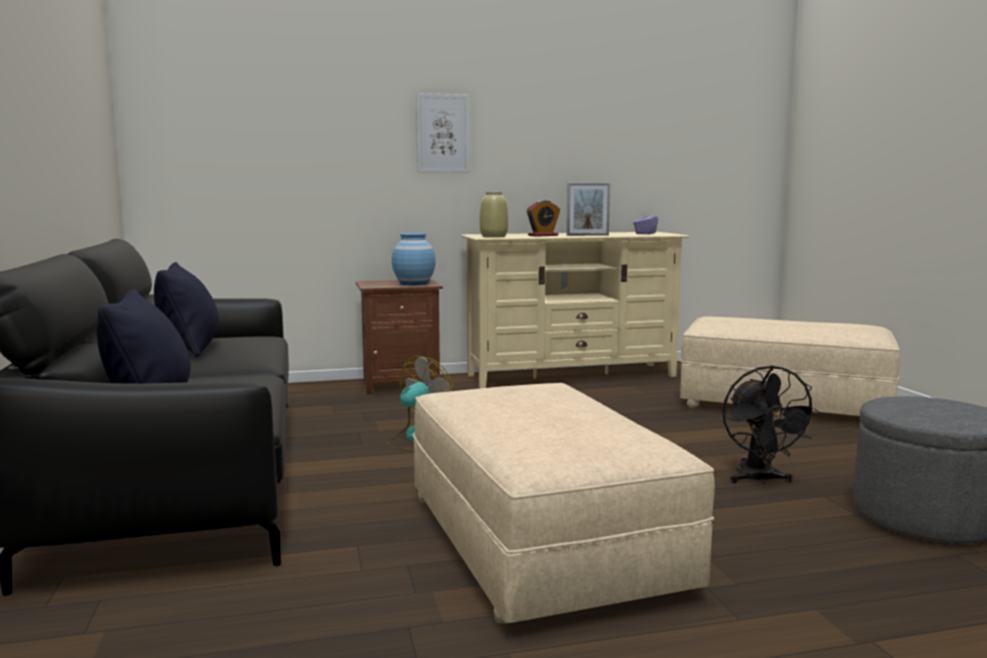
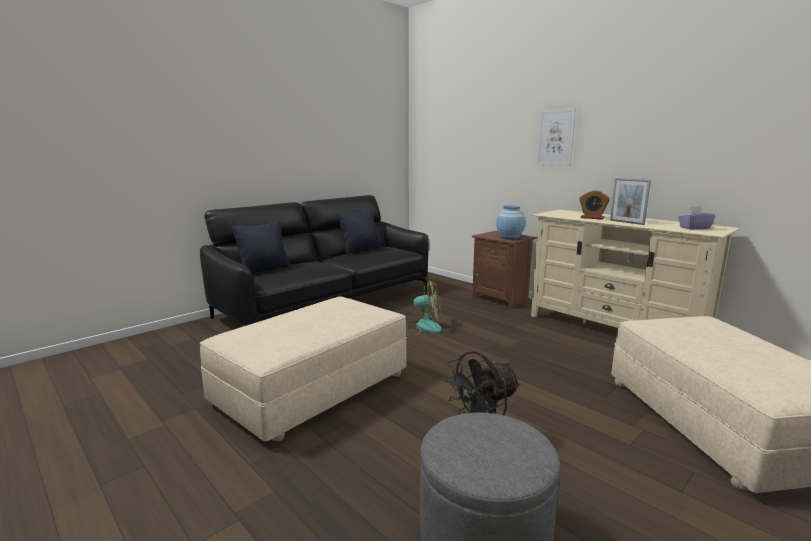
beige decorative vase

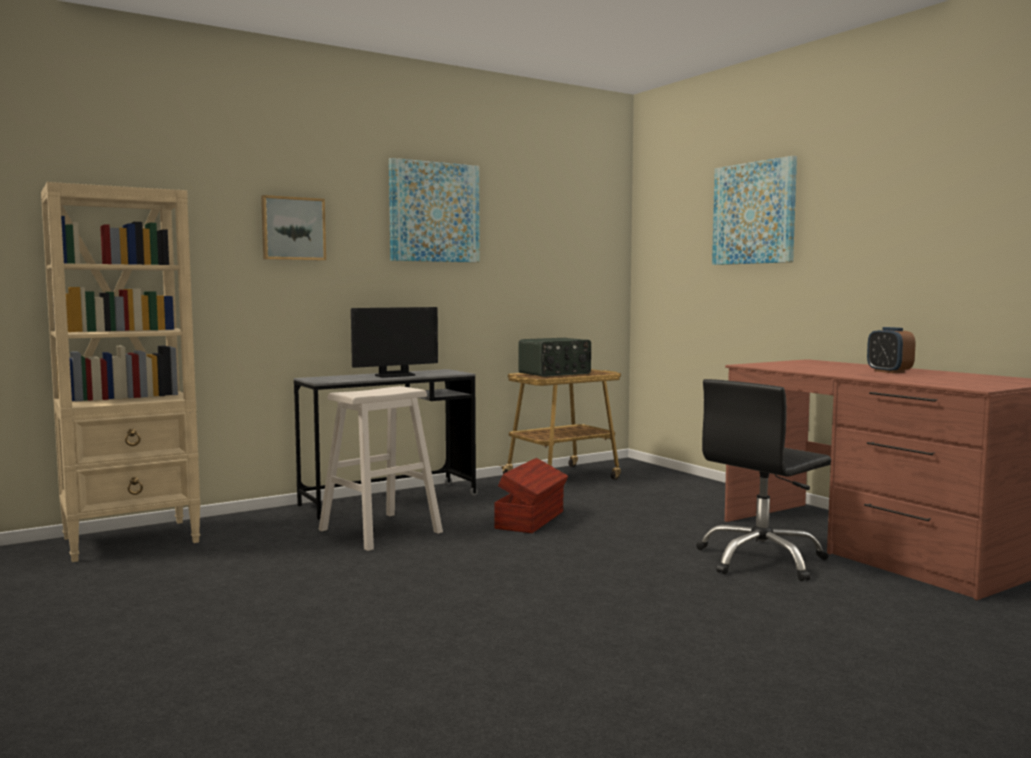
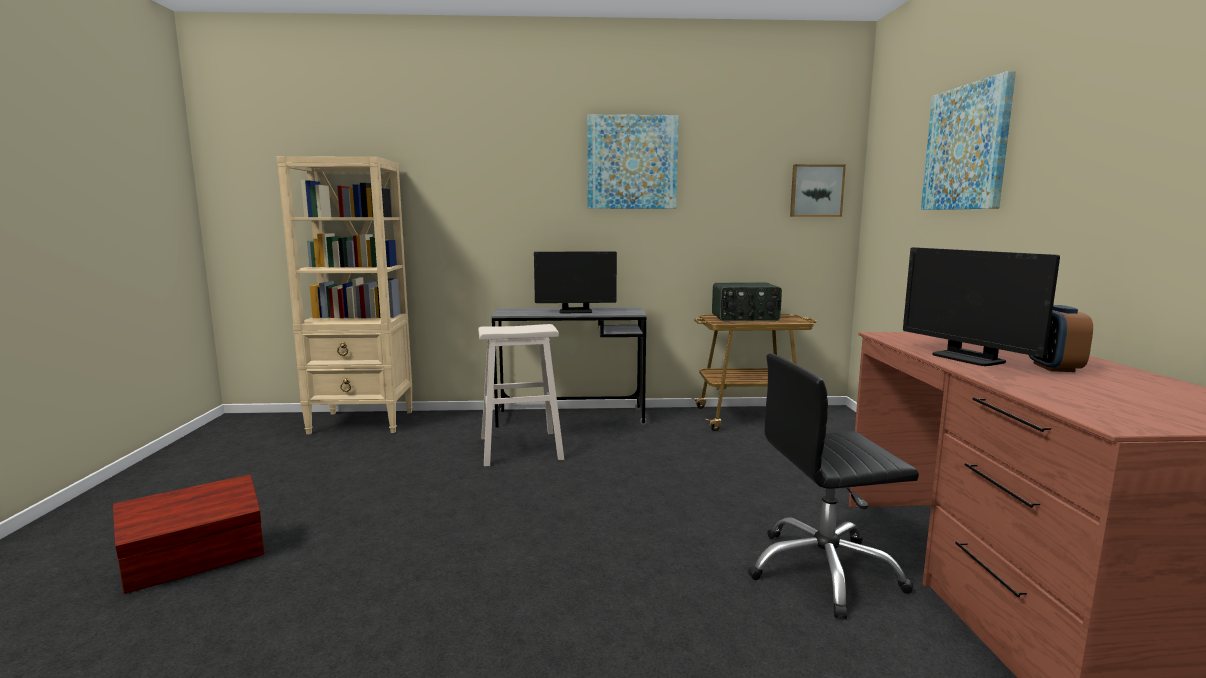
brown storage bin
wall picture (no. 2 from left)
monitor (no. 2 from left)

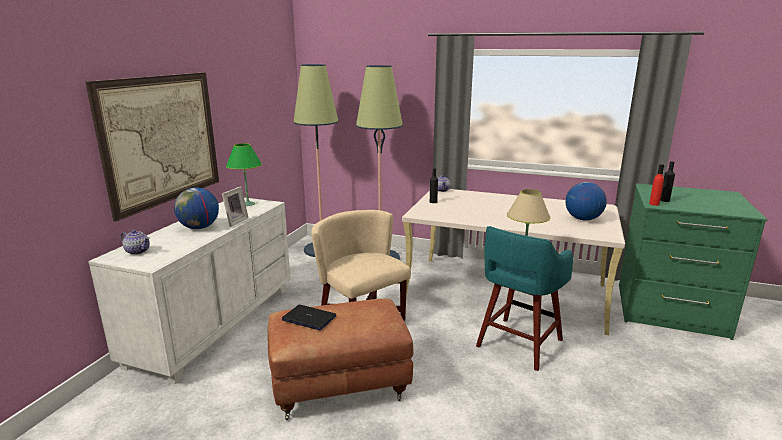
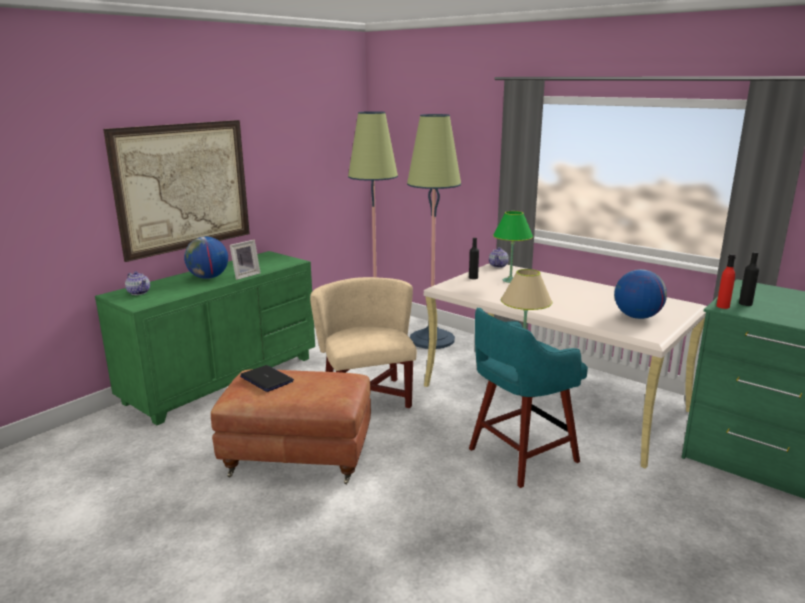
green drawer chest (no. 1 from left)
green tabletop lamp

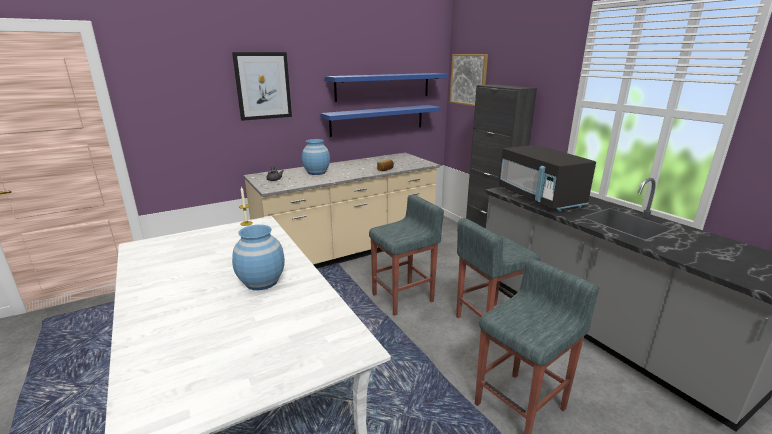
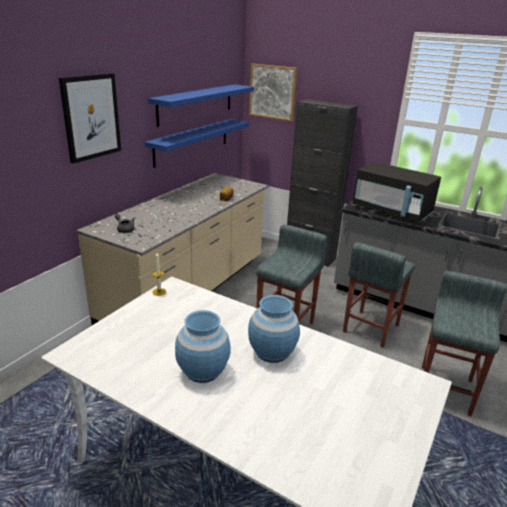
bluish decorative vase (no. 1 from left)

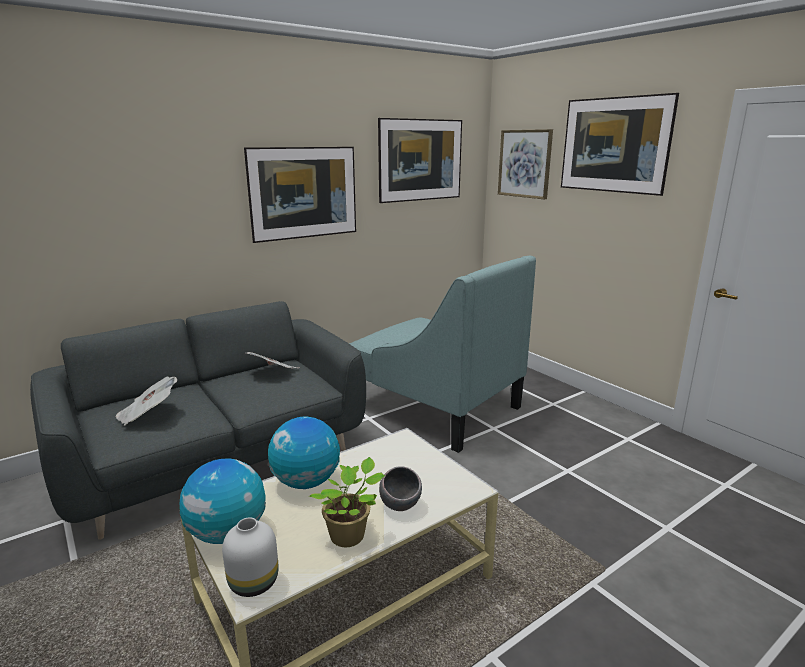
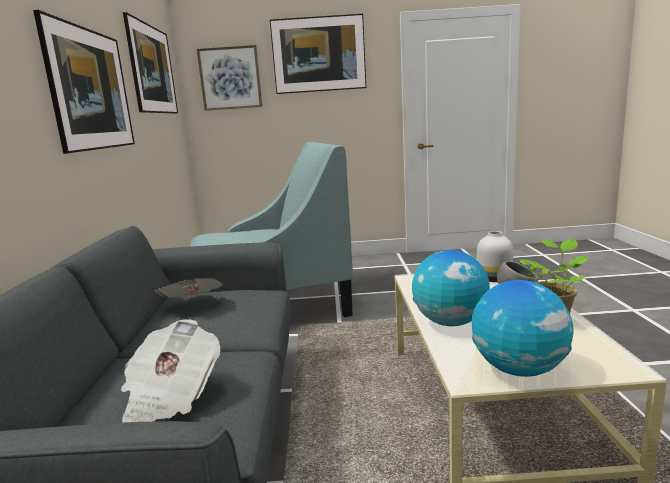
white-coloured decorative vase

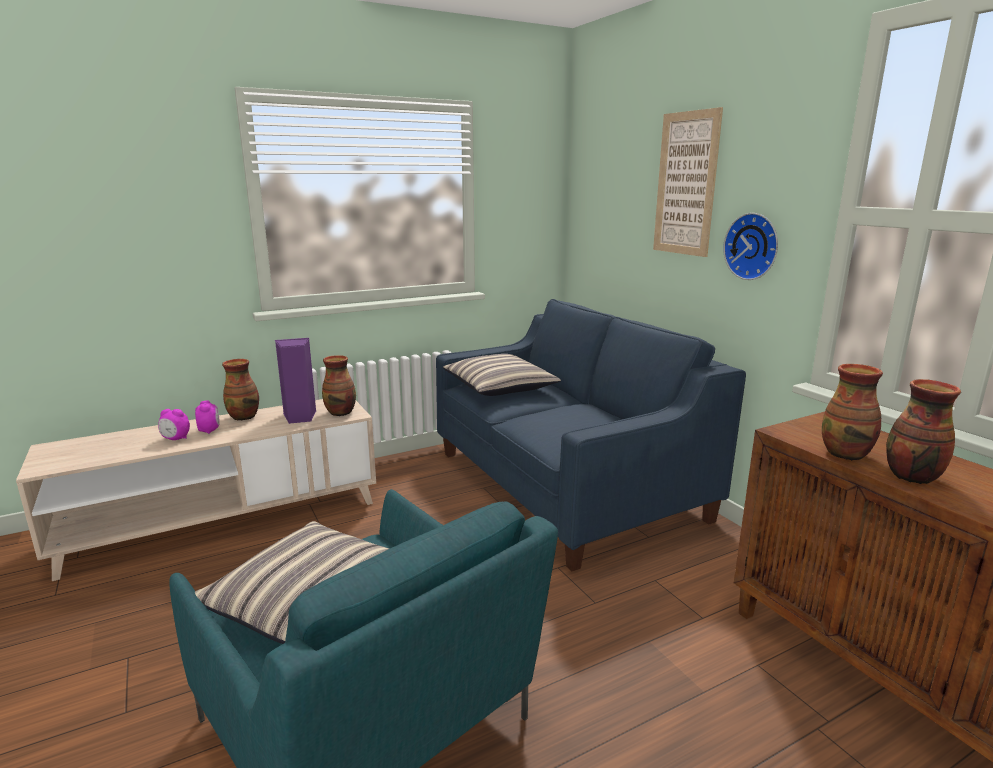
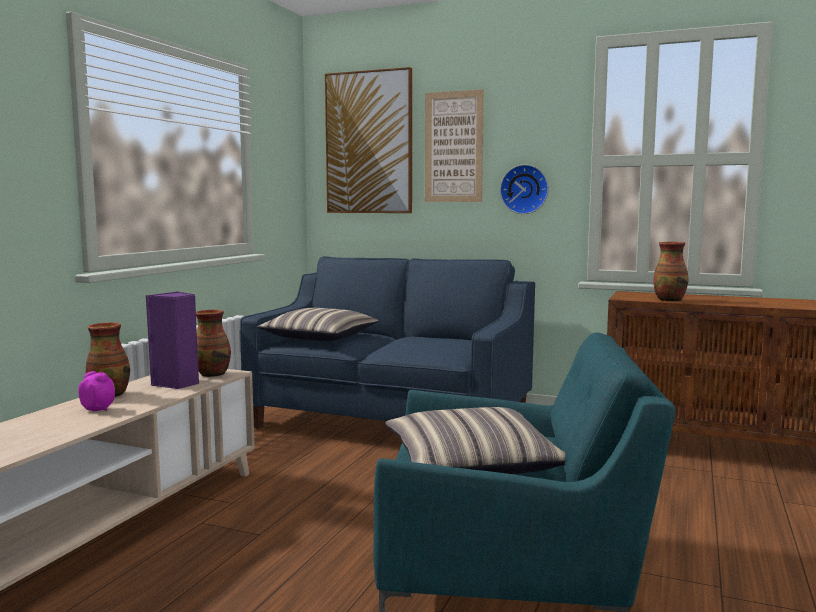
wall picture (no. 1 from left)
alarm clock (no. 1 from left in the first image)
decorative vase (no. 4 from left in the first image)

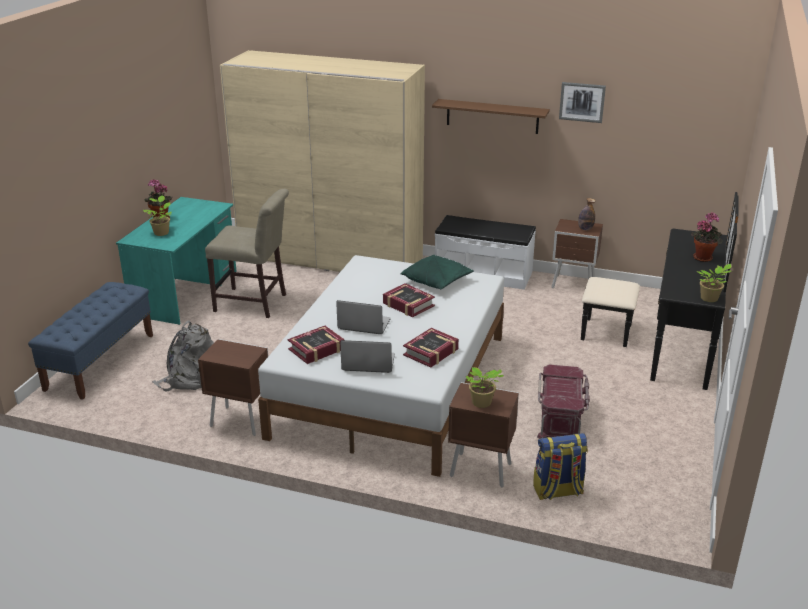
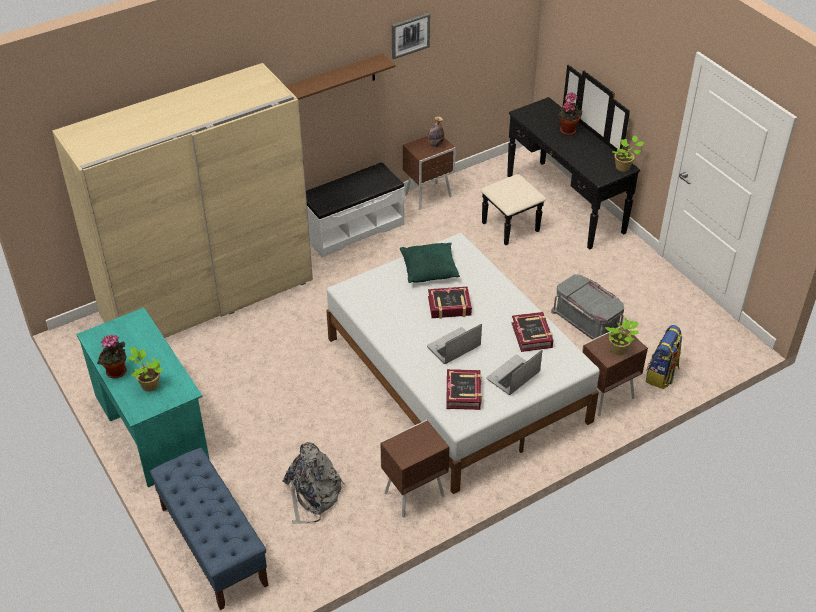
greyish storage bin
beige chair

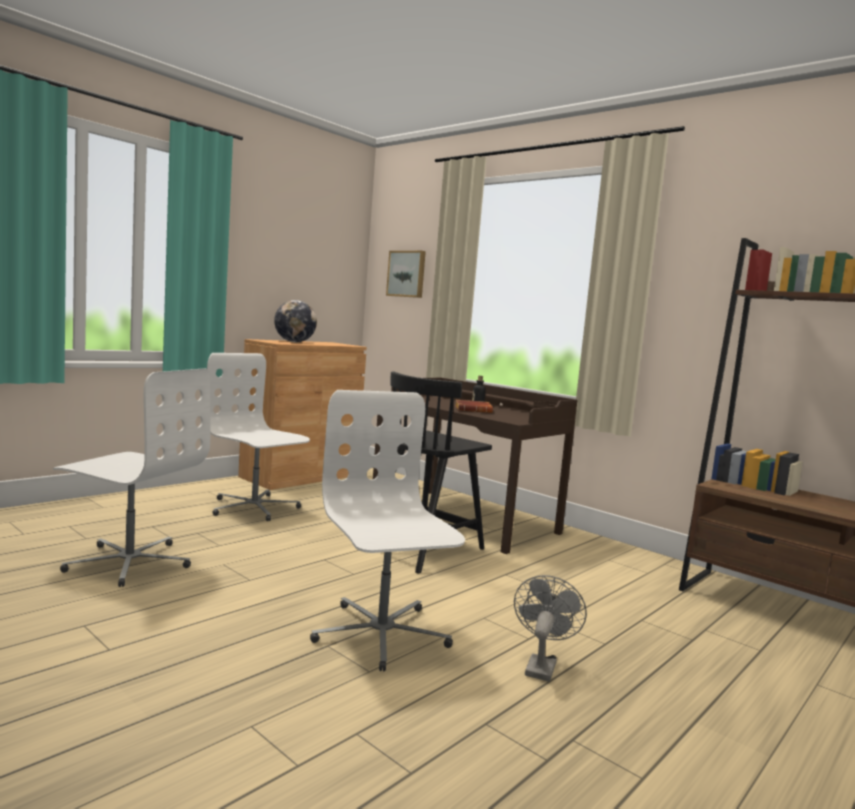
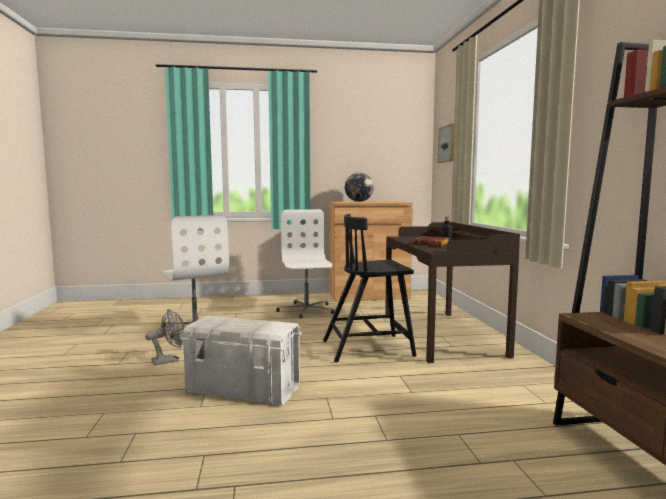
greyish fan
white-coloured storage bin

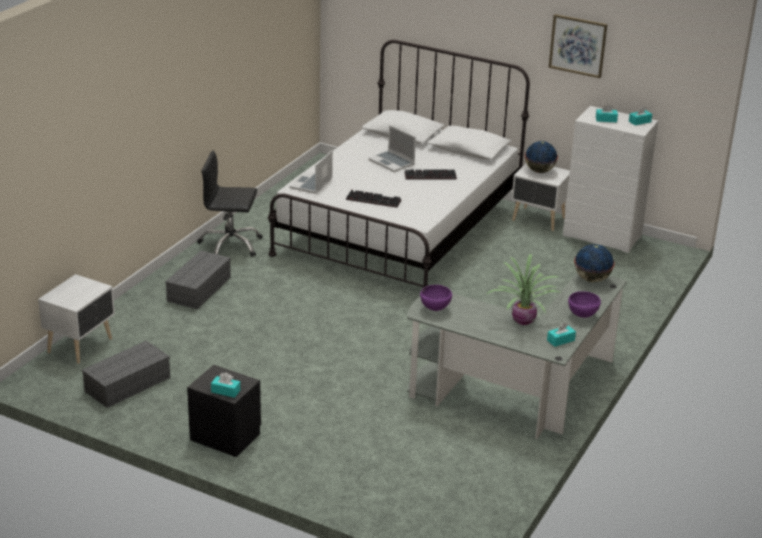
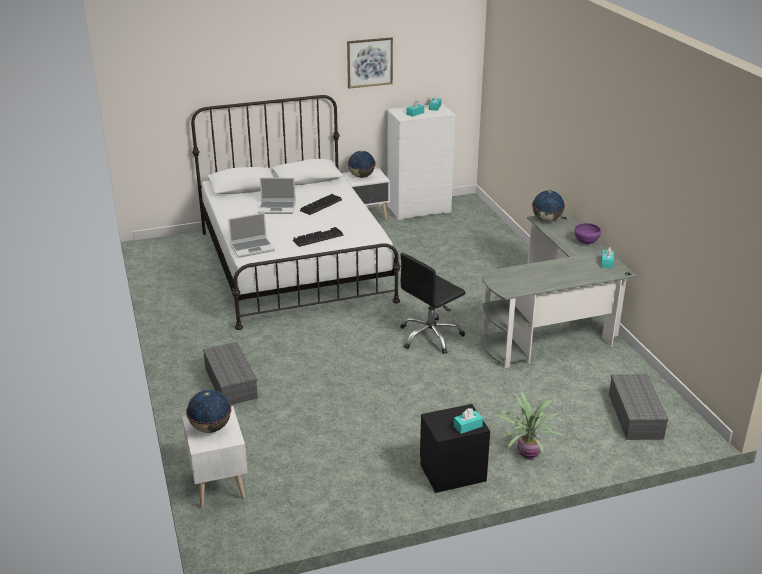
globe (no. 1 from left)
portable computer (no. 1 from left)
blackish desk chair
houseplant
greyish storage bin (no. 2 from left)
purple bowl (no. 1 from left in the first image)

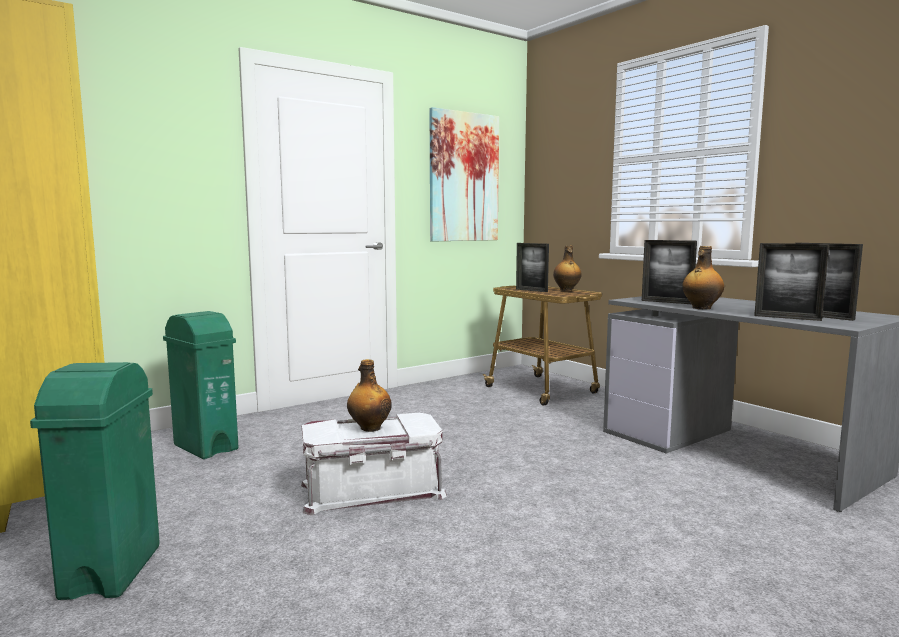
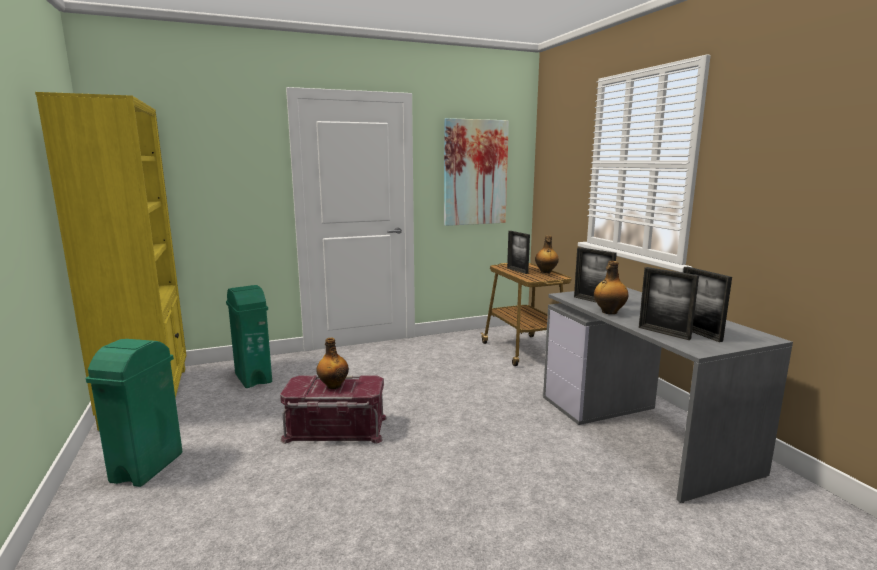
red storage bin

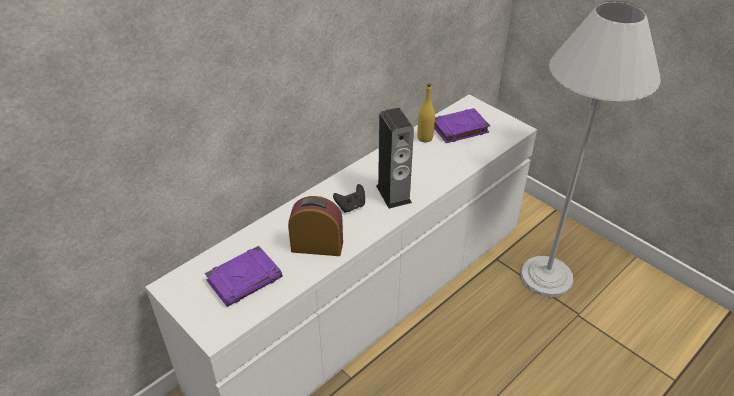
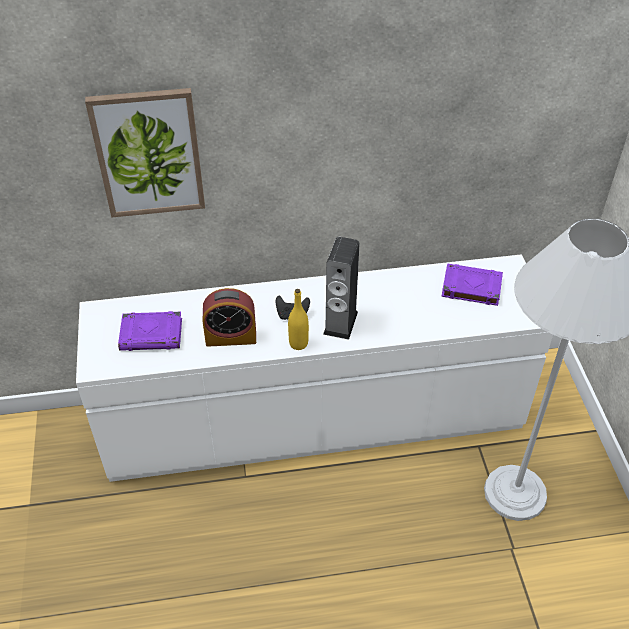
wall picture
alarm clock
yellow beverage bottle

